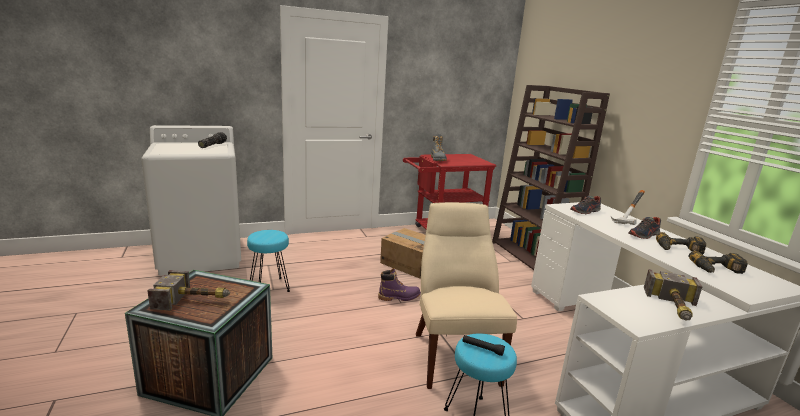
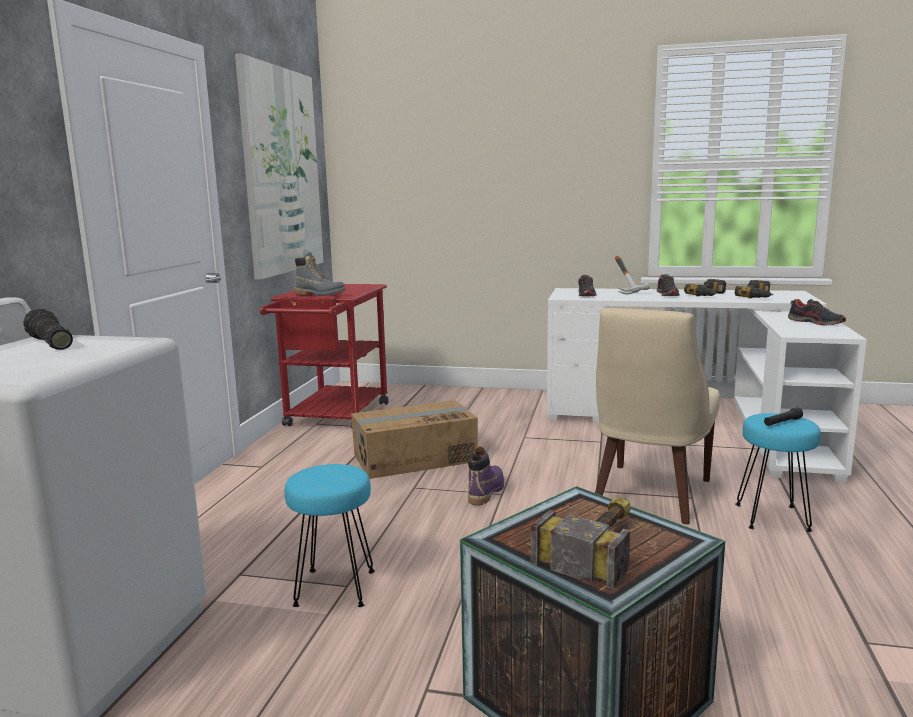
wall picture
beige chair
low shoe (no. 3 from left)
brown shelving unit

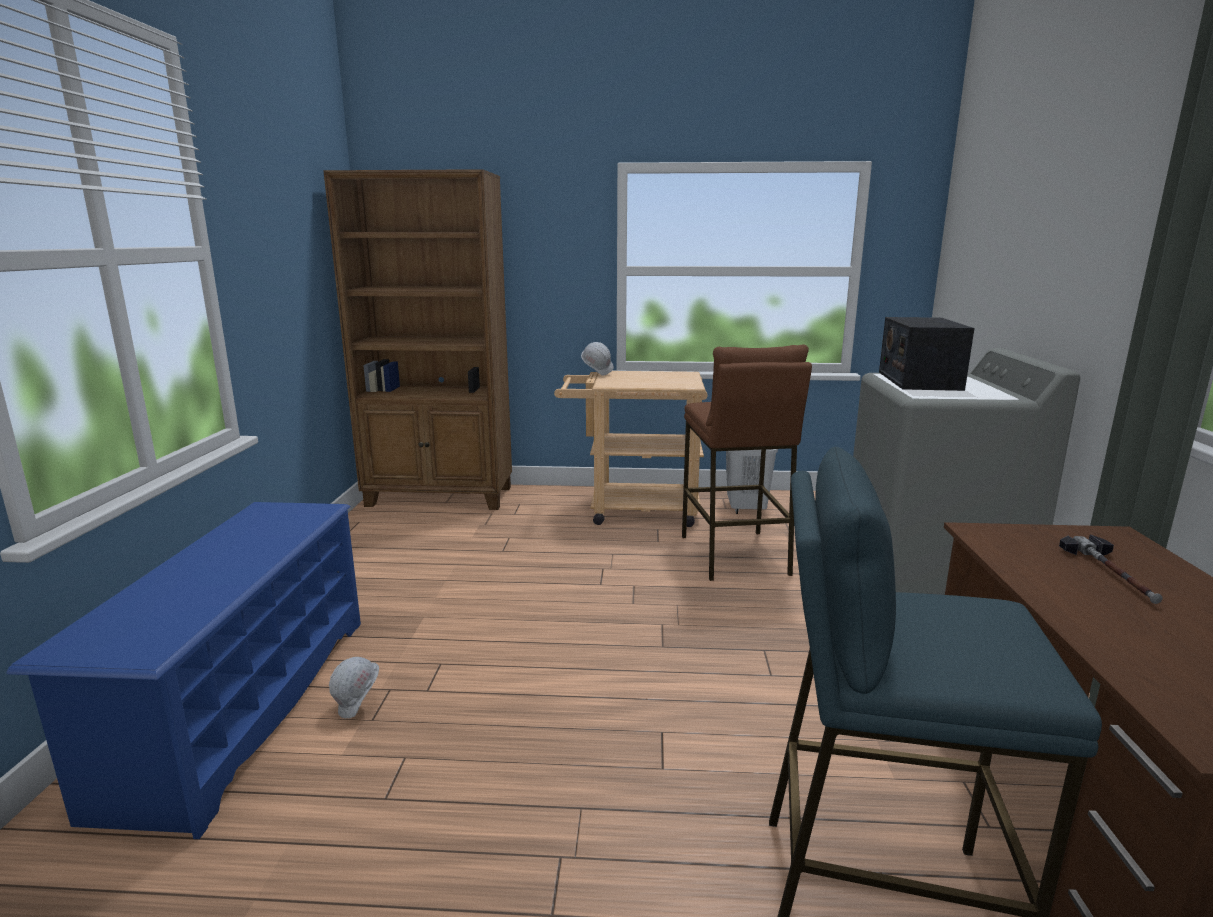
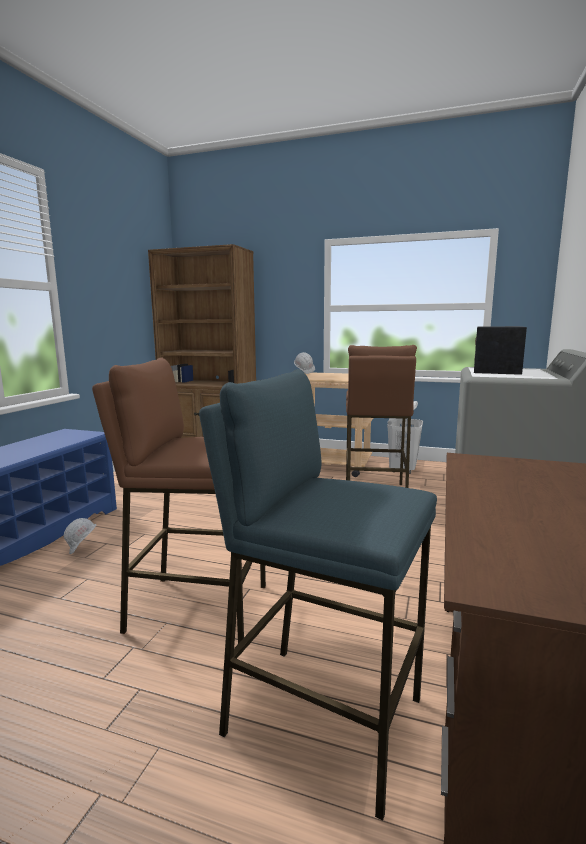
brown stool seat (no. 1 from left)
hand hammer

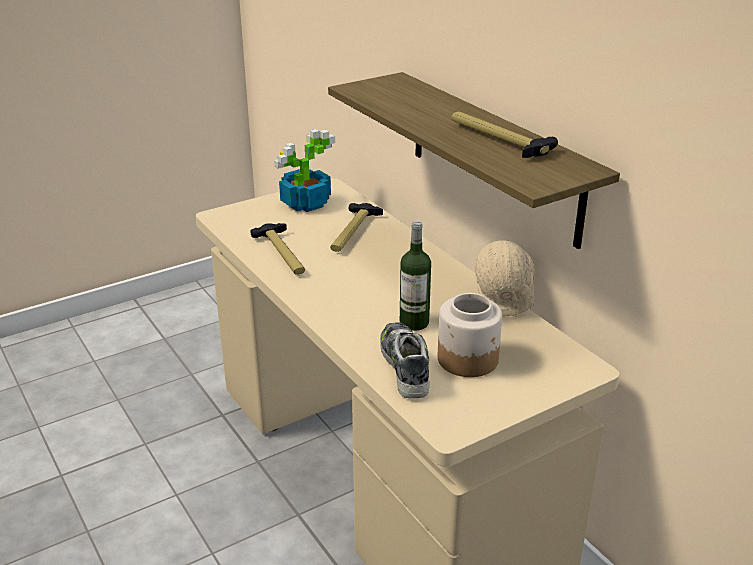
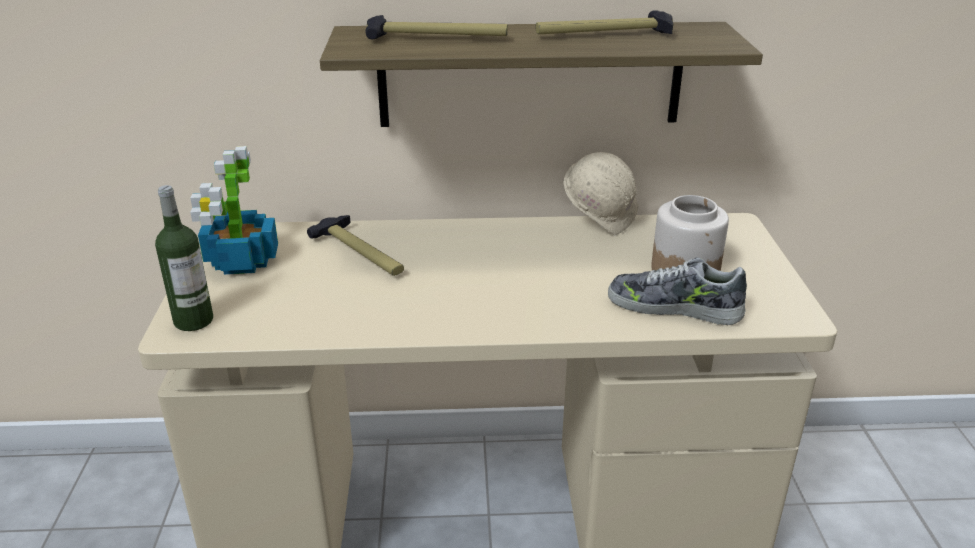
beverage bottle
hand hammer (no. 2 from left)

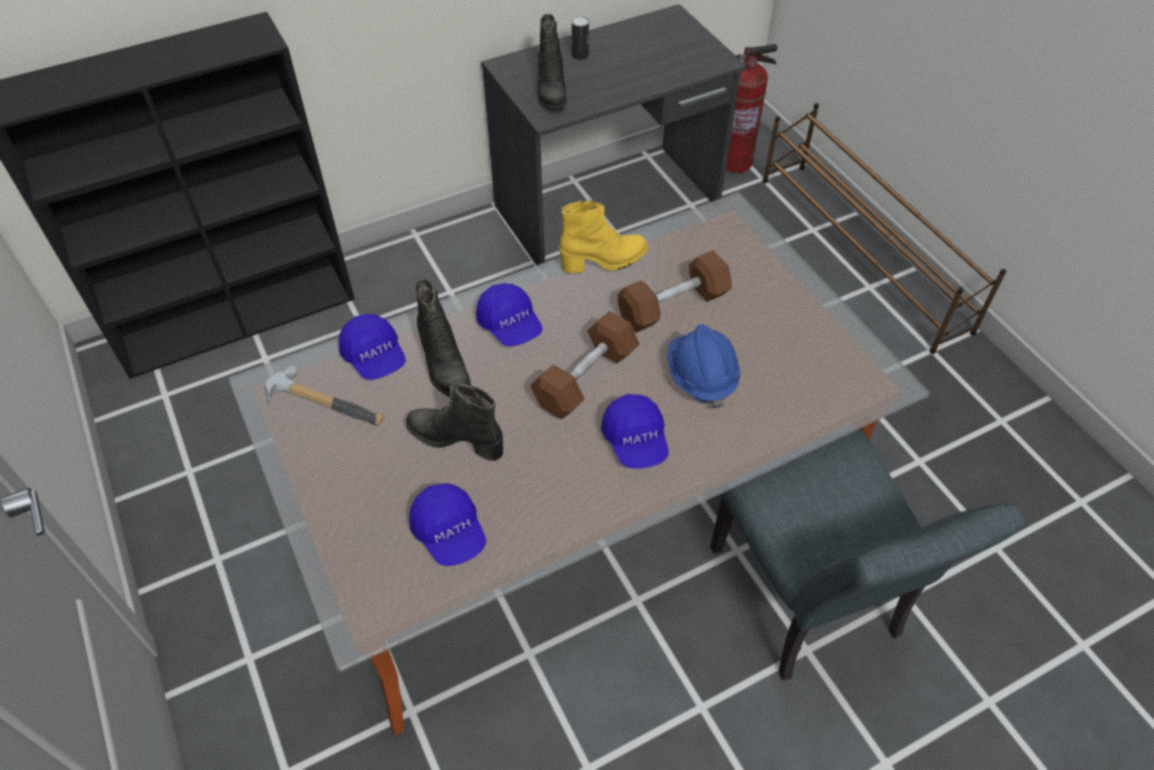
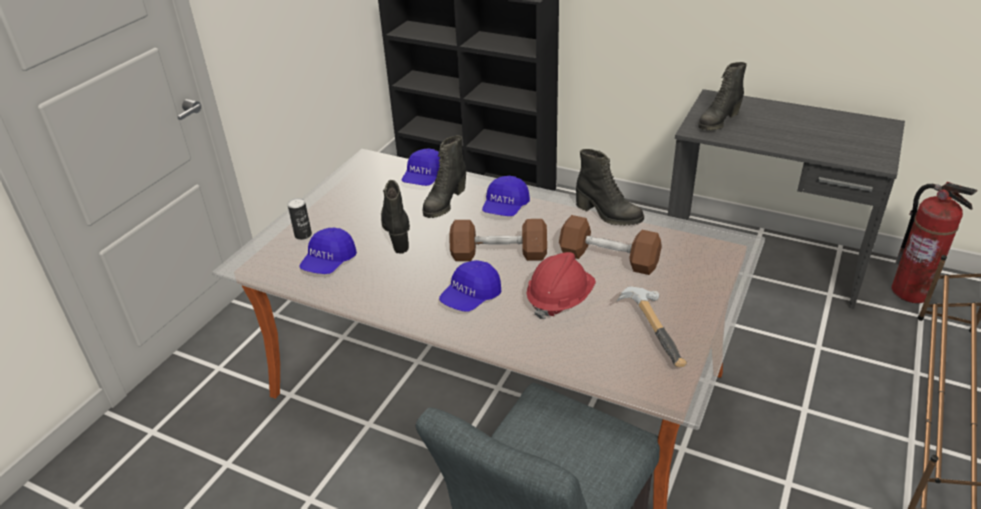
sealed can
red work helmet
blackish tall boot (no. 3 from left)
hand hammer

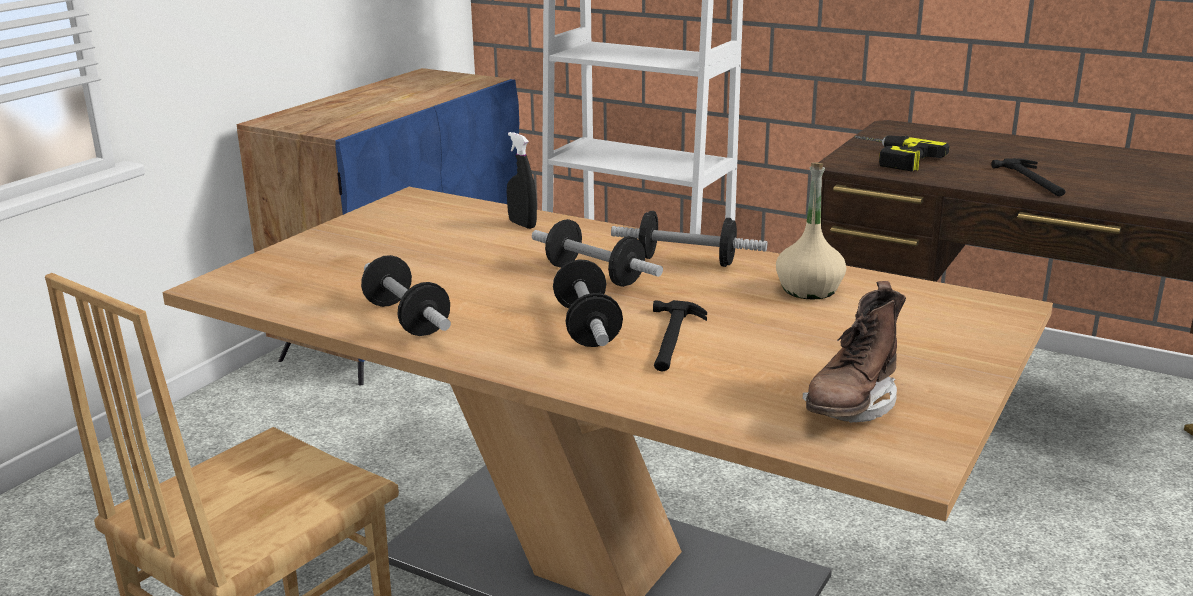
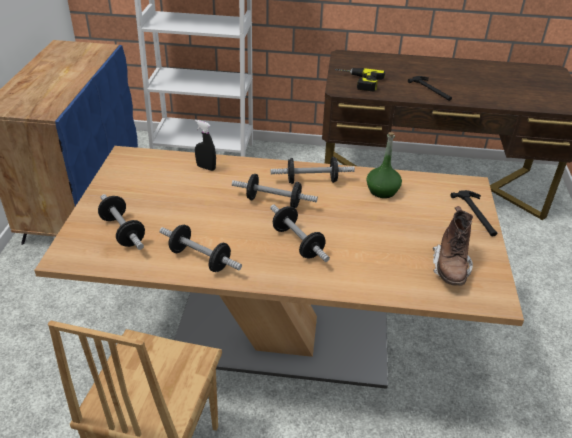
dumbbell (no. 1 from left)
green beverage bottle
hand hammer (no. 2 from left)

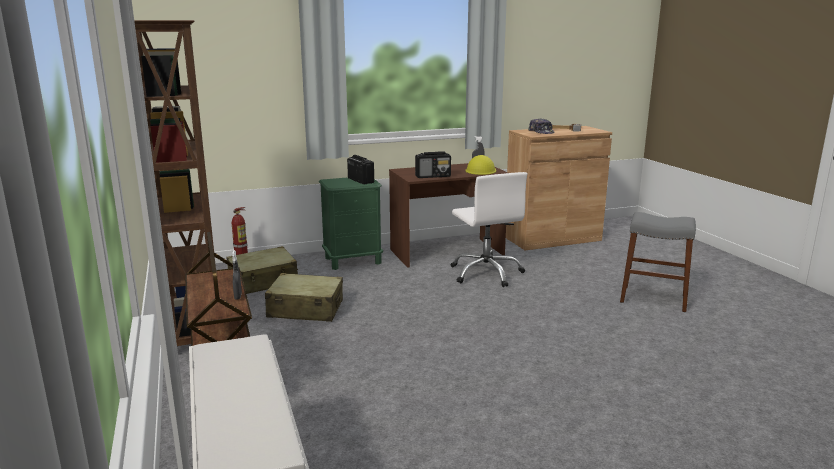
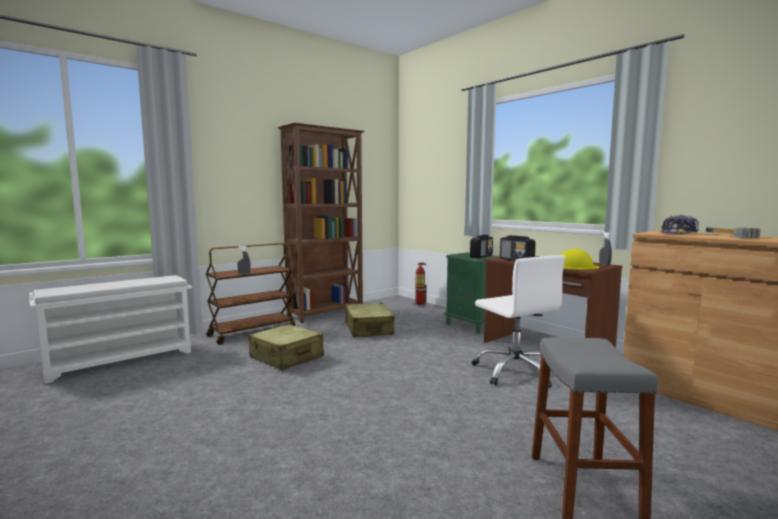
beige piece of luggage (no. 1 from left)
white-coloured desk chair

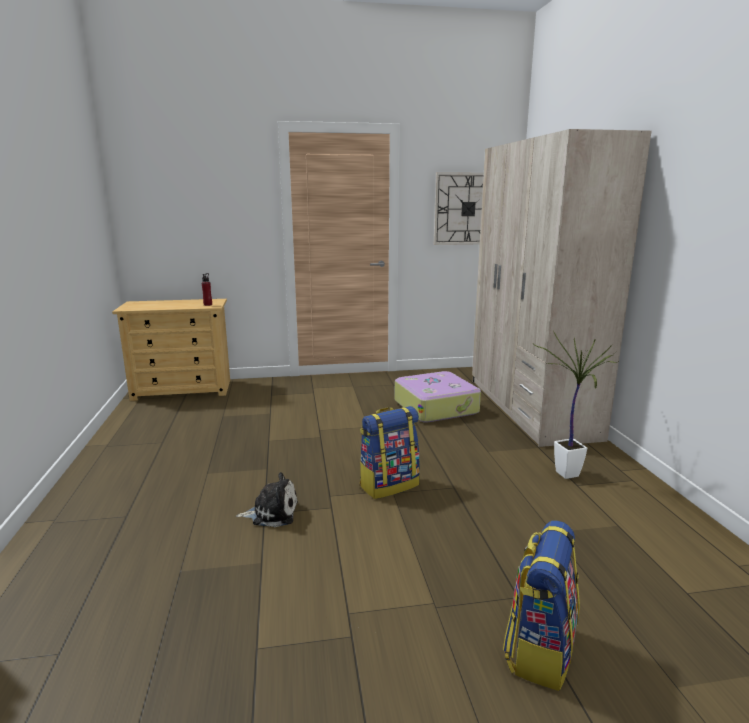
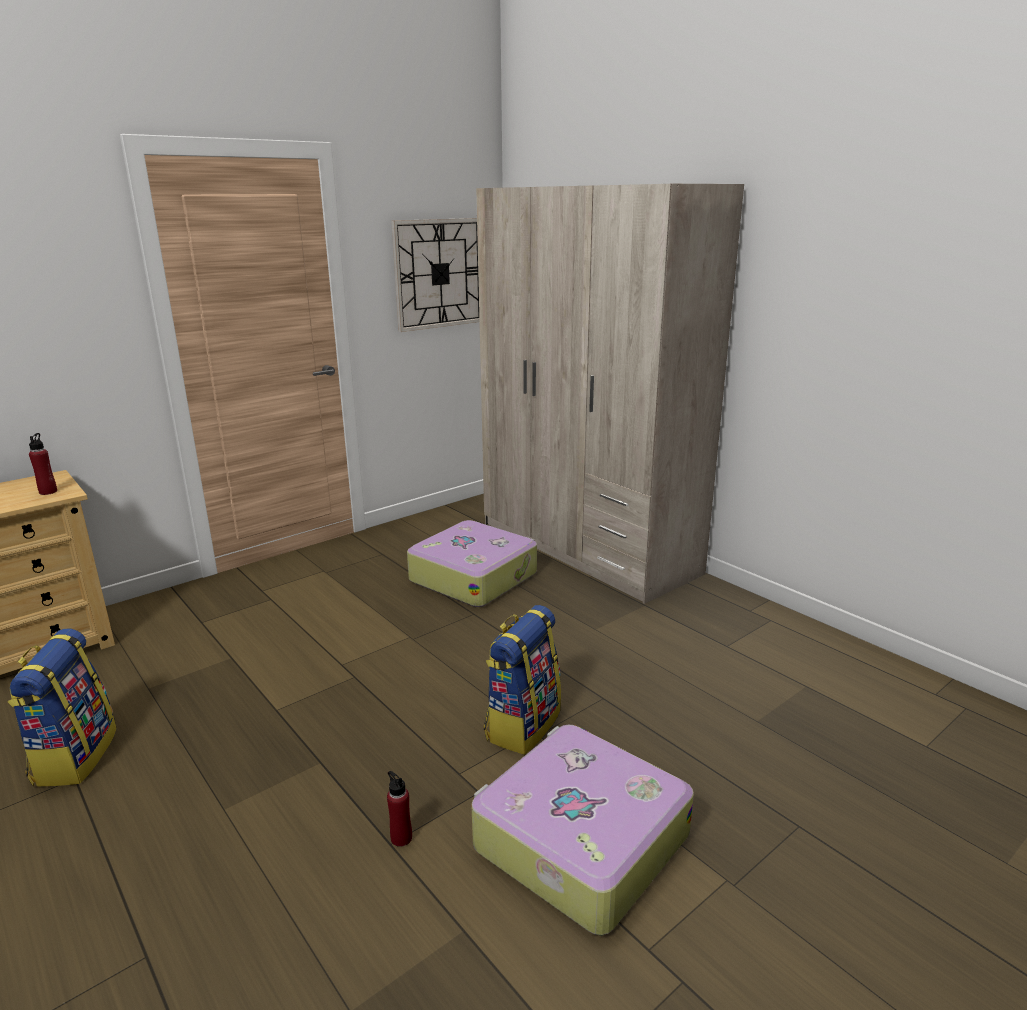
knapsack (no. 1 from left)
red beverage bottle (no. 2 from left)
piece of luggage (no. 2 from left)
houseplant

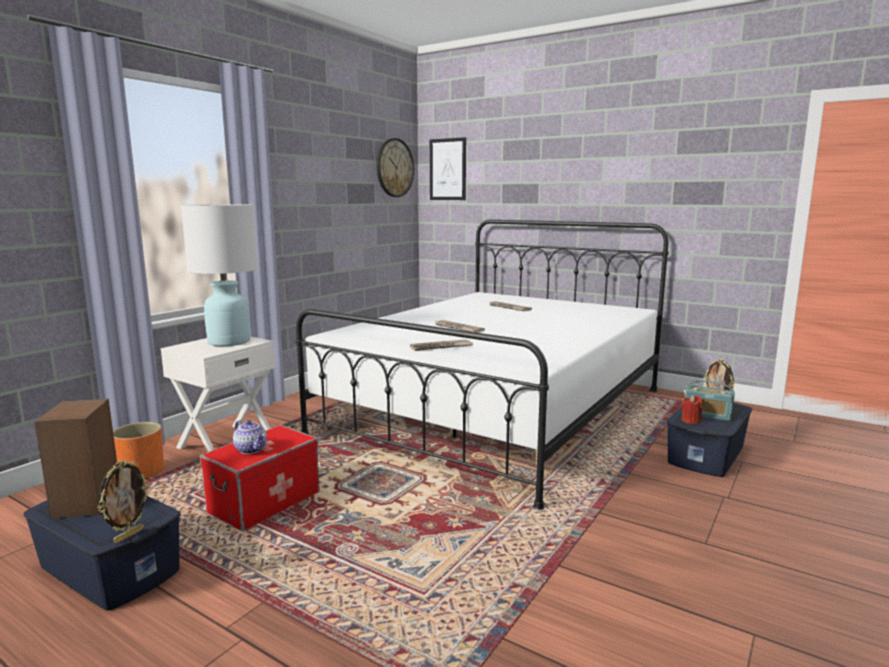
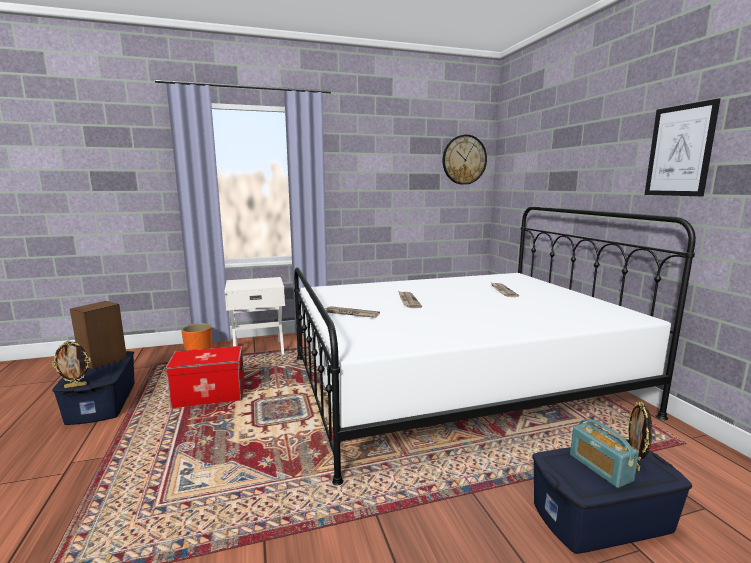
wall picture
white-coloured tabletop lamp
tea pot
red candle

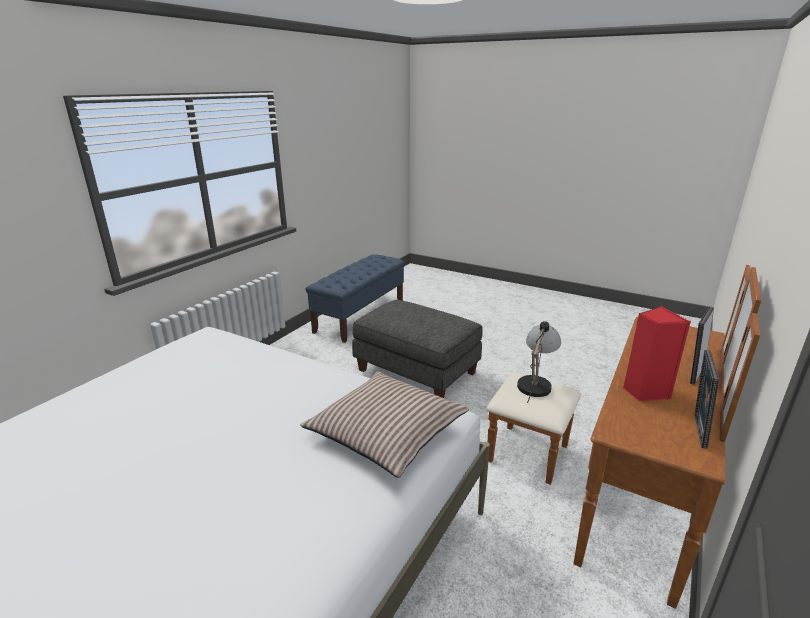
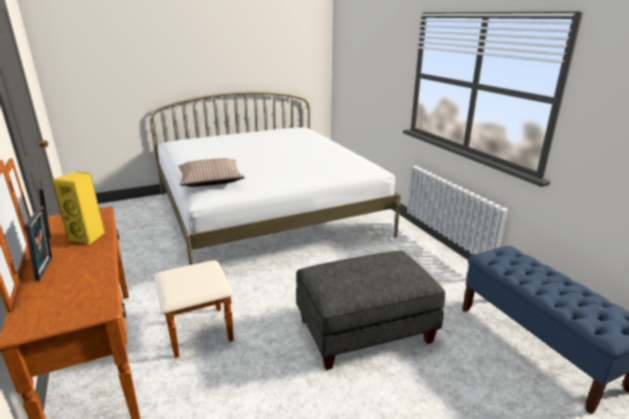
yellow loudspeaker
tabletop lamp

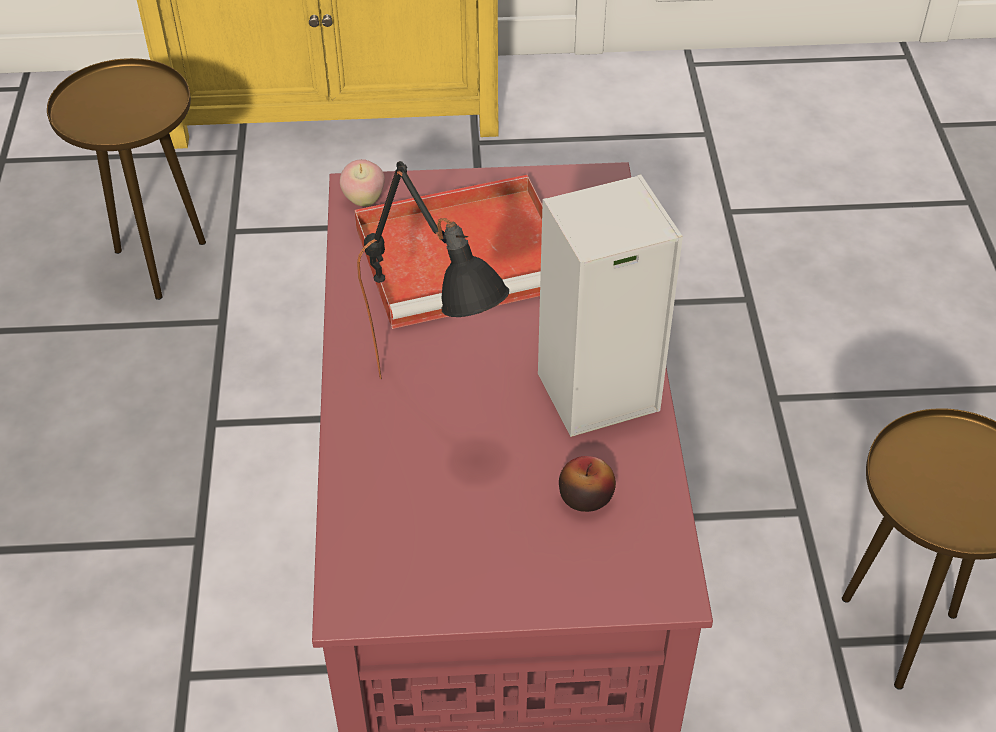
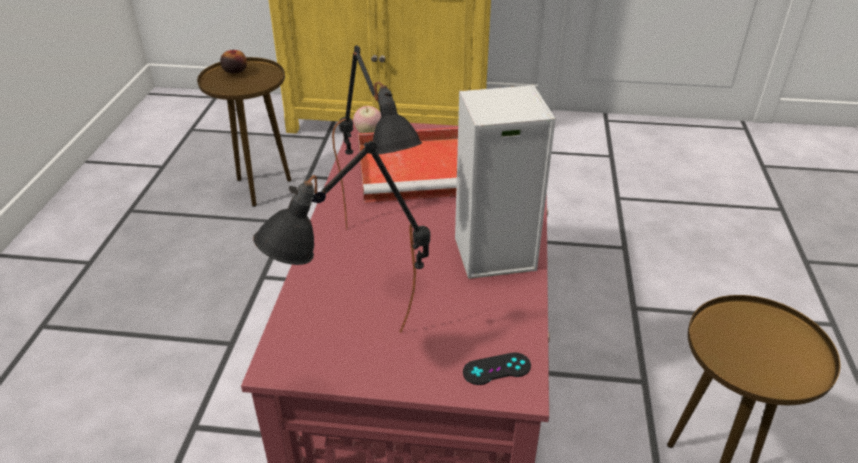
apple fruit (no. 1 from left)
blackish tabletop lamp (no. 1 from left)
blackish game controller

